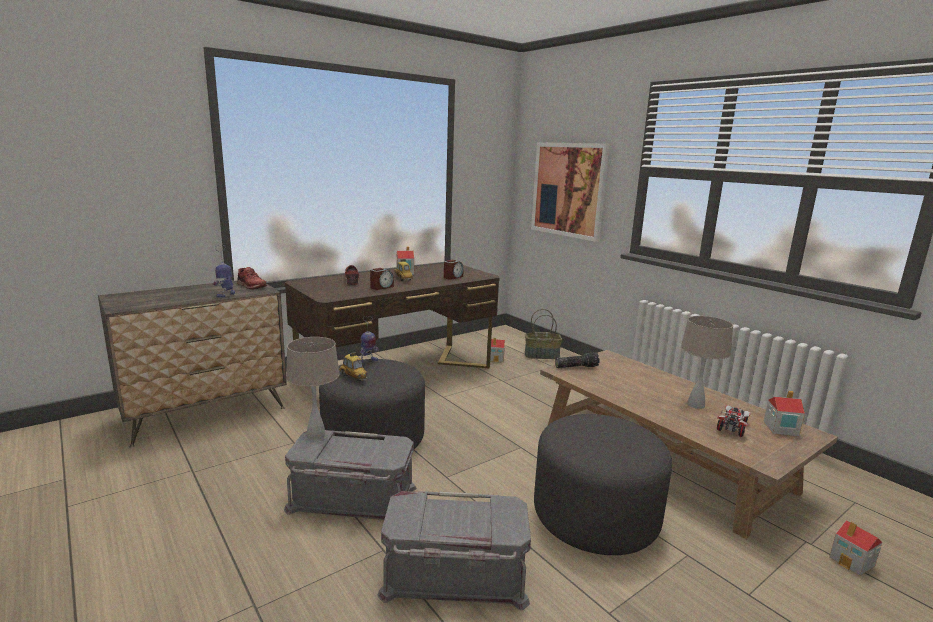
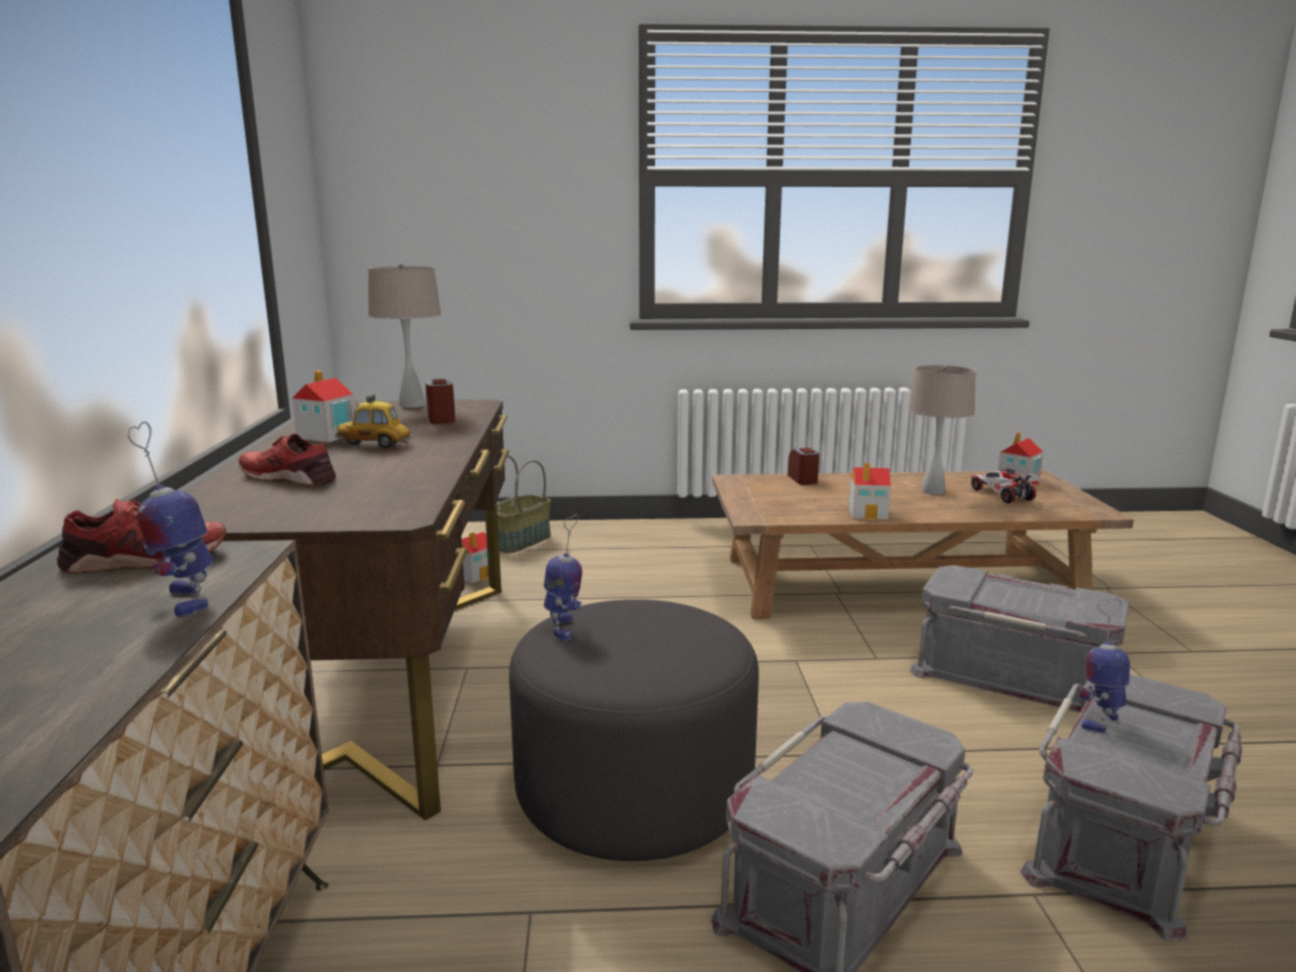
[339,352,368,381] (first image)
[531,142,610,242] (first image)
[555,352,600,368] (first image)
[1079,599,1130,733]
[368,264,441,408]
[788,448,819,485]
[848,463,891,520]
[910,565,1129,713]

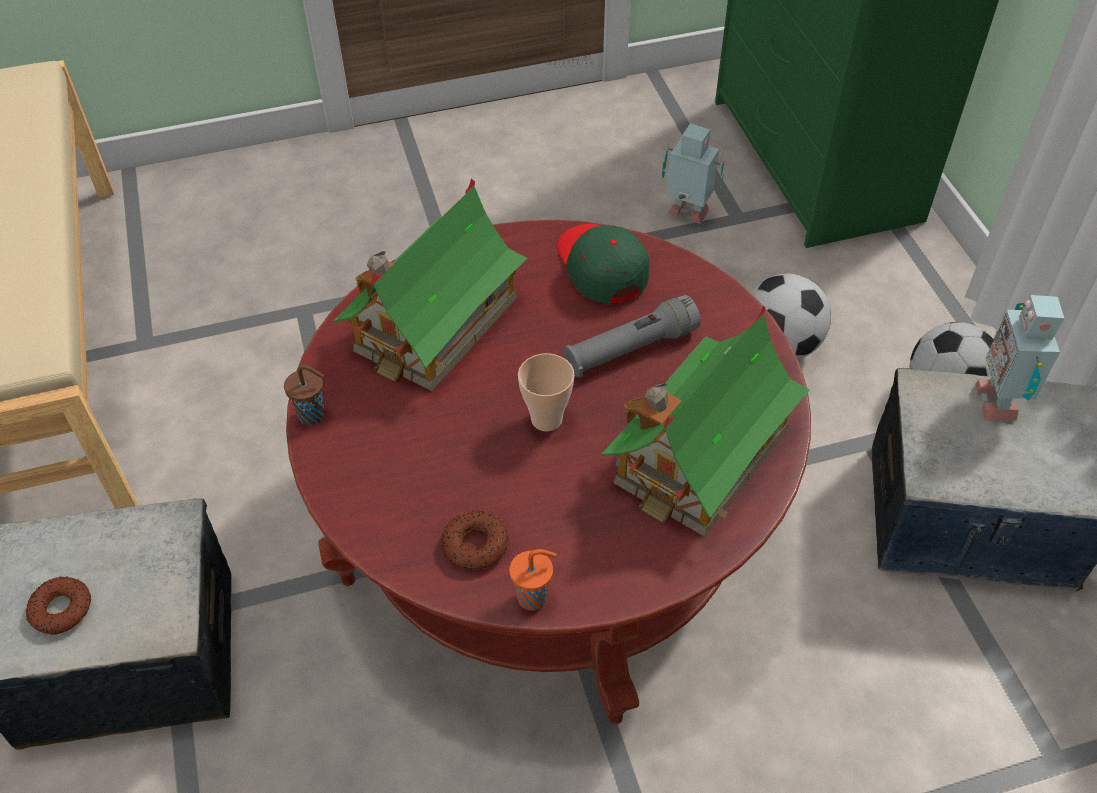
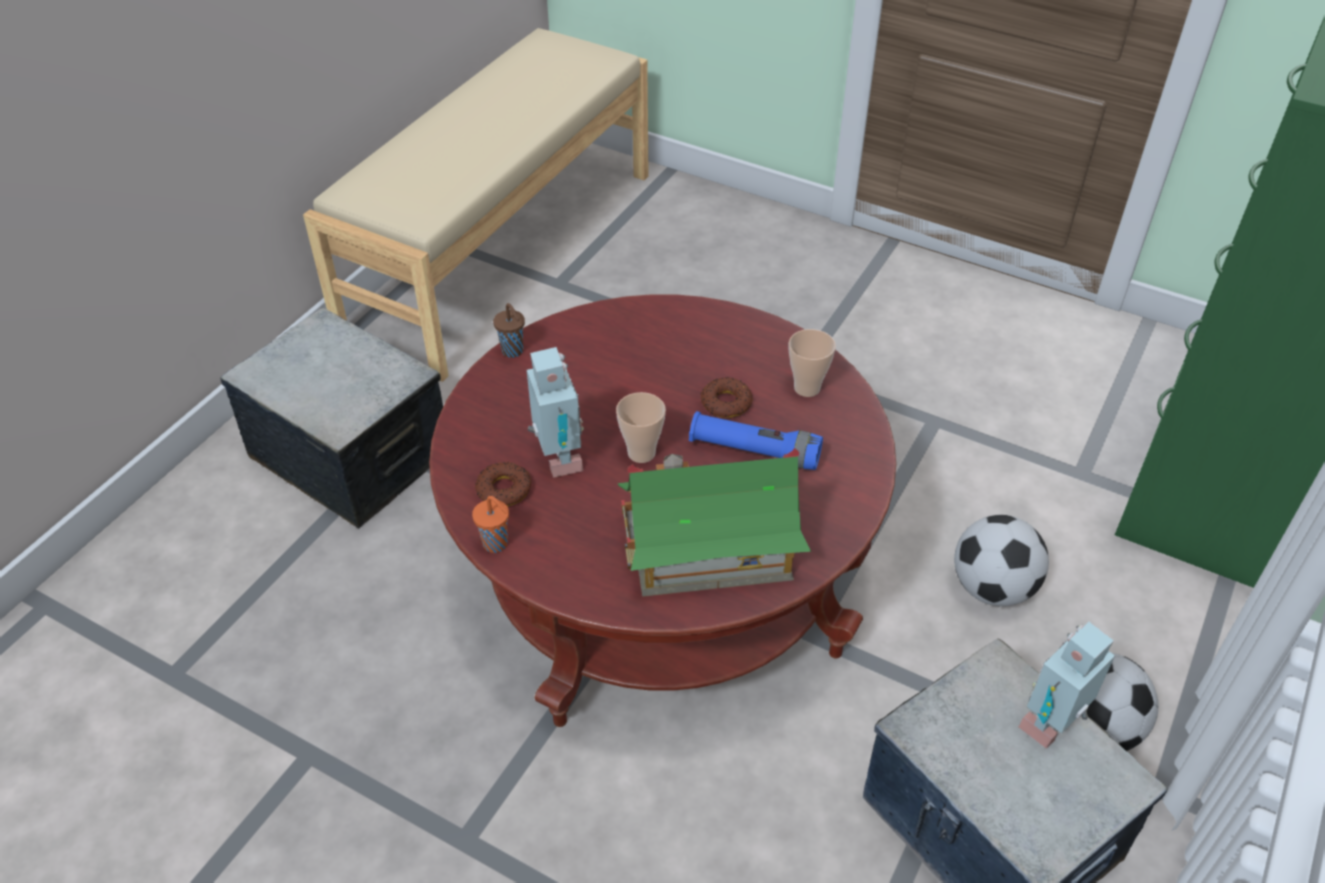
[333,179,527,391] (first image)
[701,377,753,418]
[527,347,584,478]
[789,329,836,397]
[689,411,823,470]

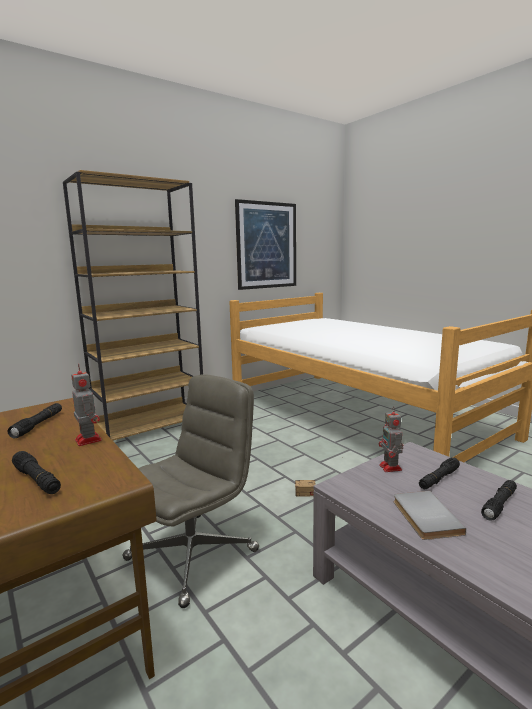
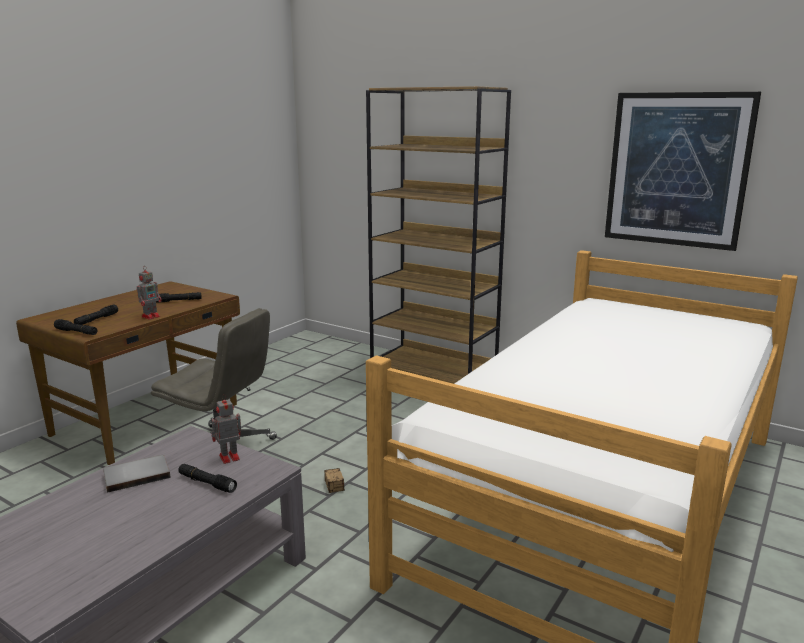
[54,319,98,335]

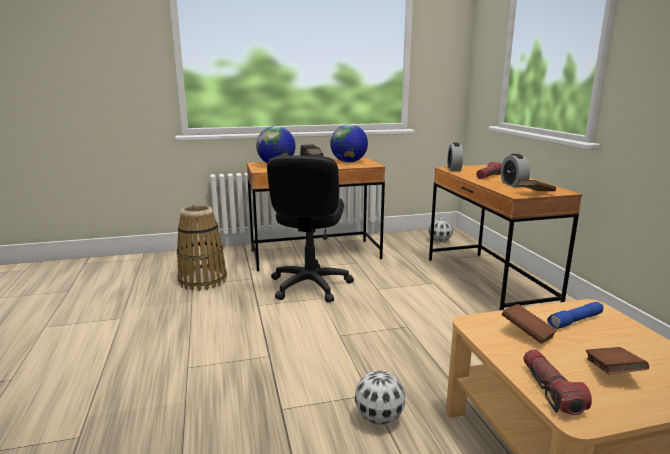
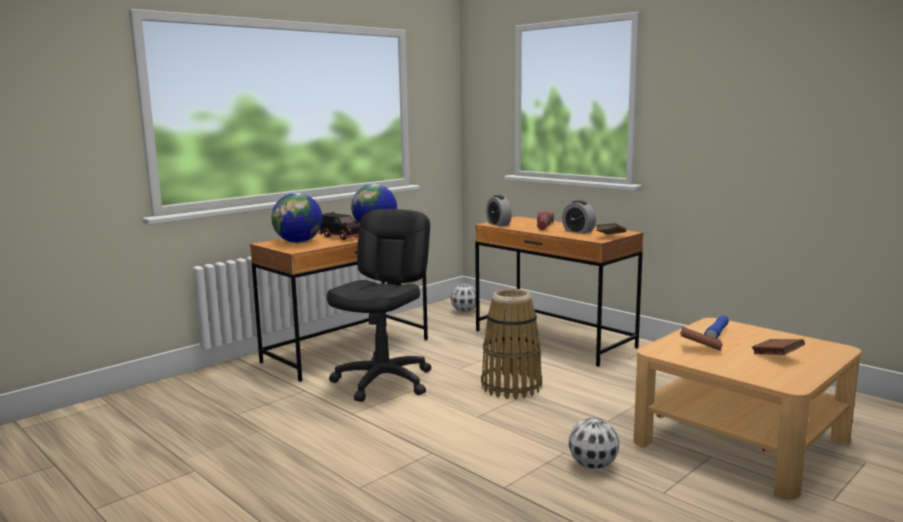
[523,349,592,415] (first image)
[481,289,542,399]
[327,209,431,402]

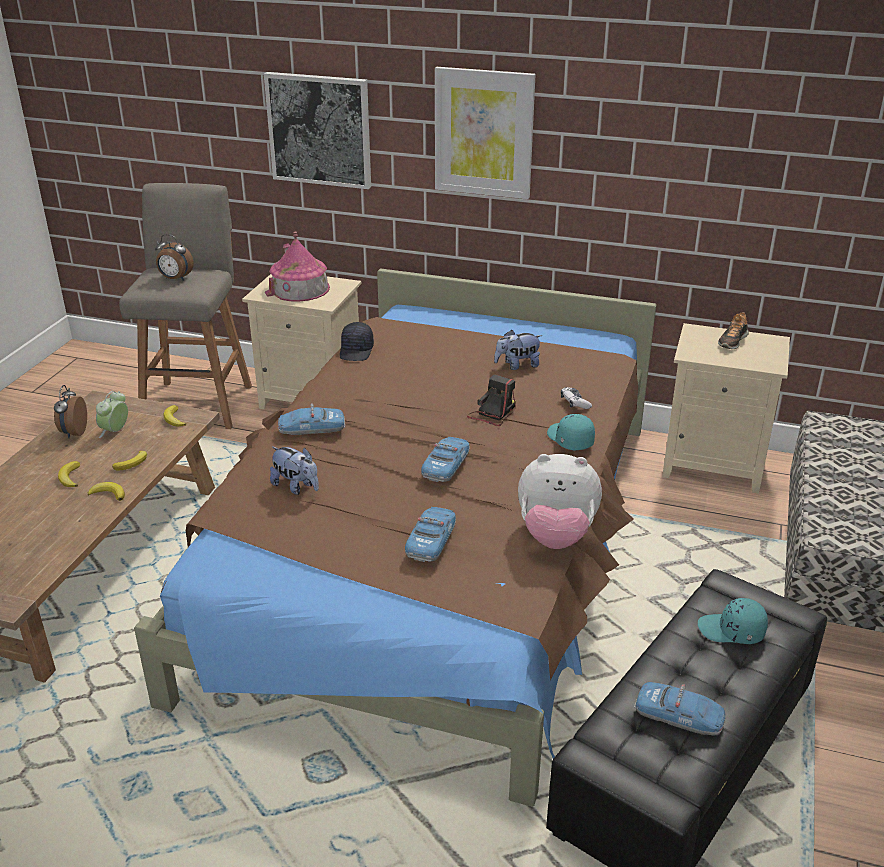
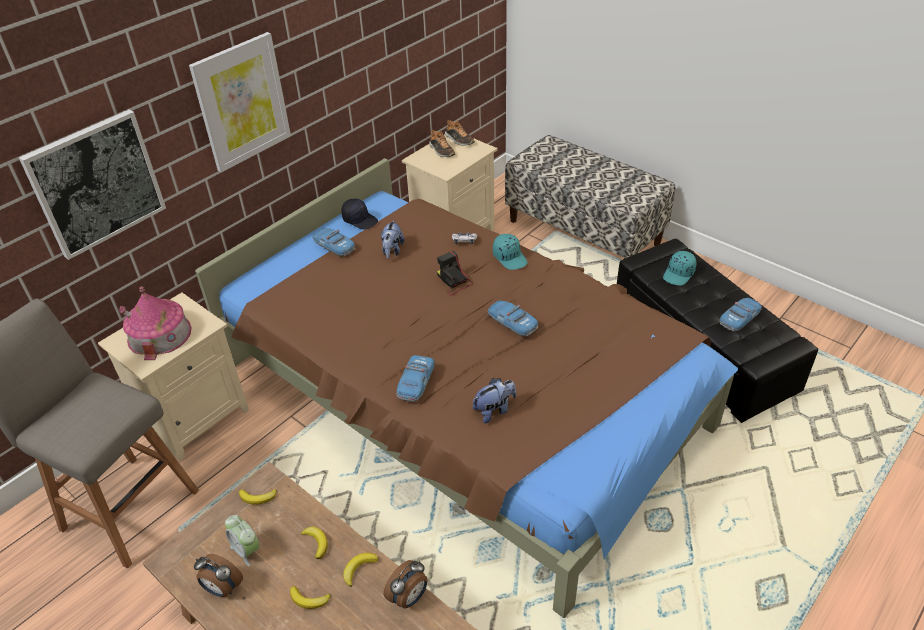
[518,454,602,549] (first image)
[445,120,475,145]
[384,560,427,608]
[341,199,378,229]
[313,228,355,257]
[493,234,528,270]

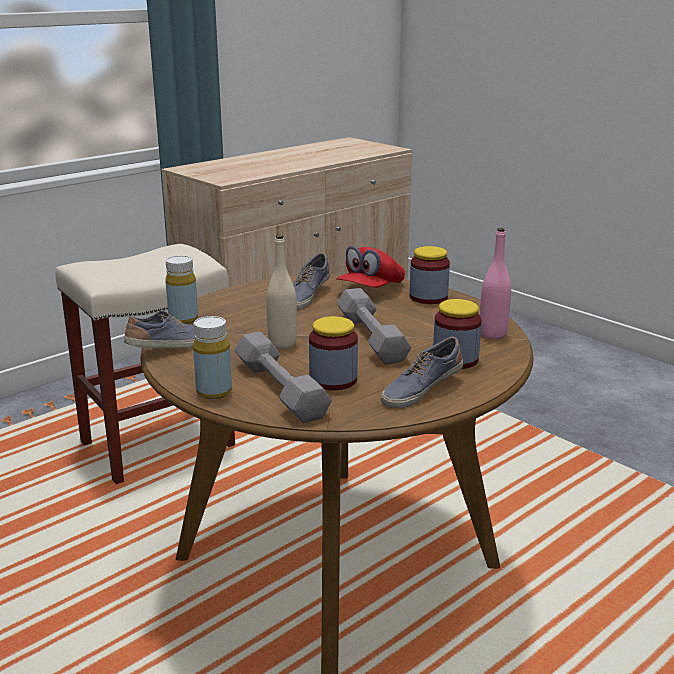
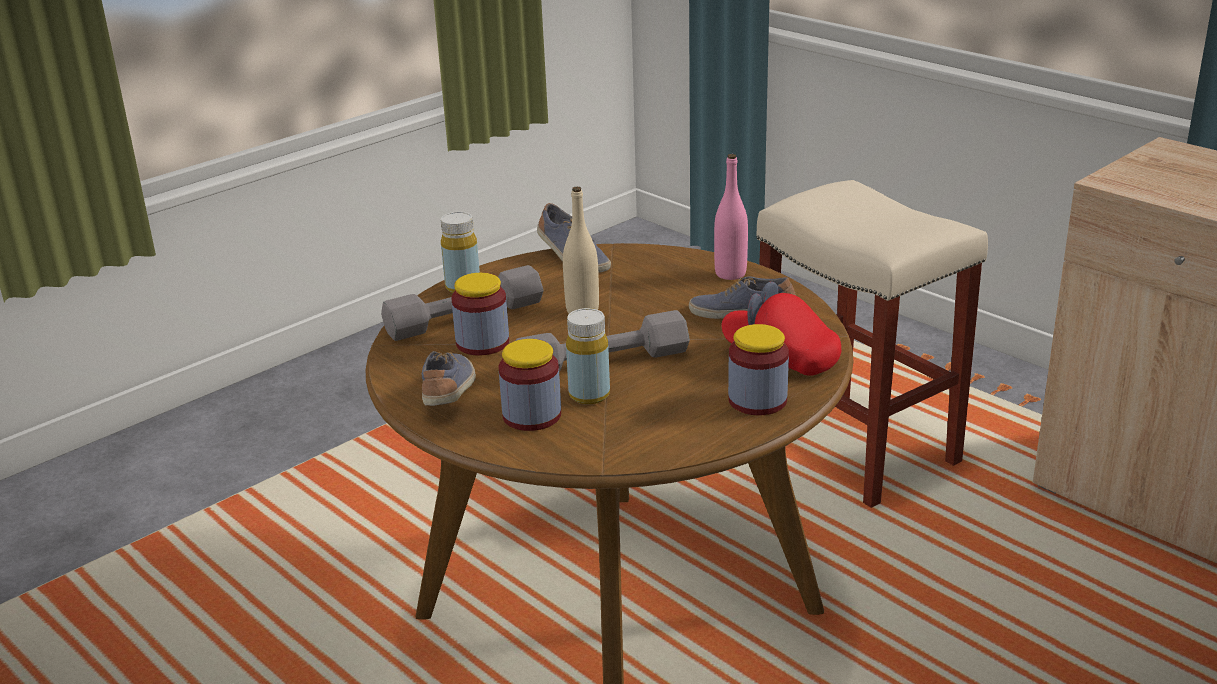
[566,308,610,404]
[714,154,748,280]
[422,351,476,406]

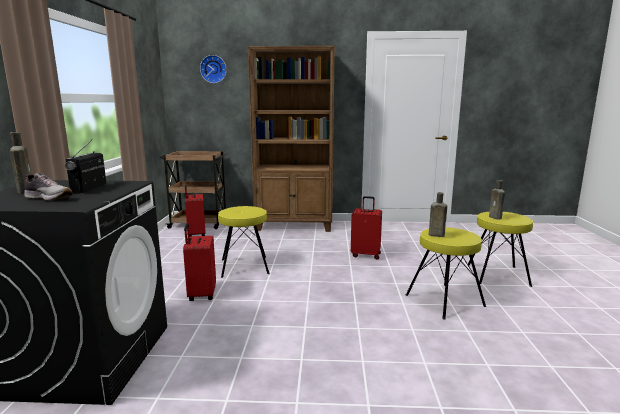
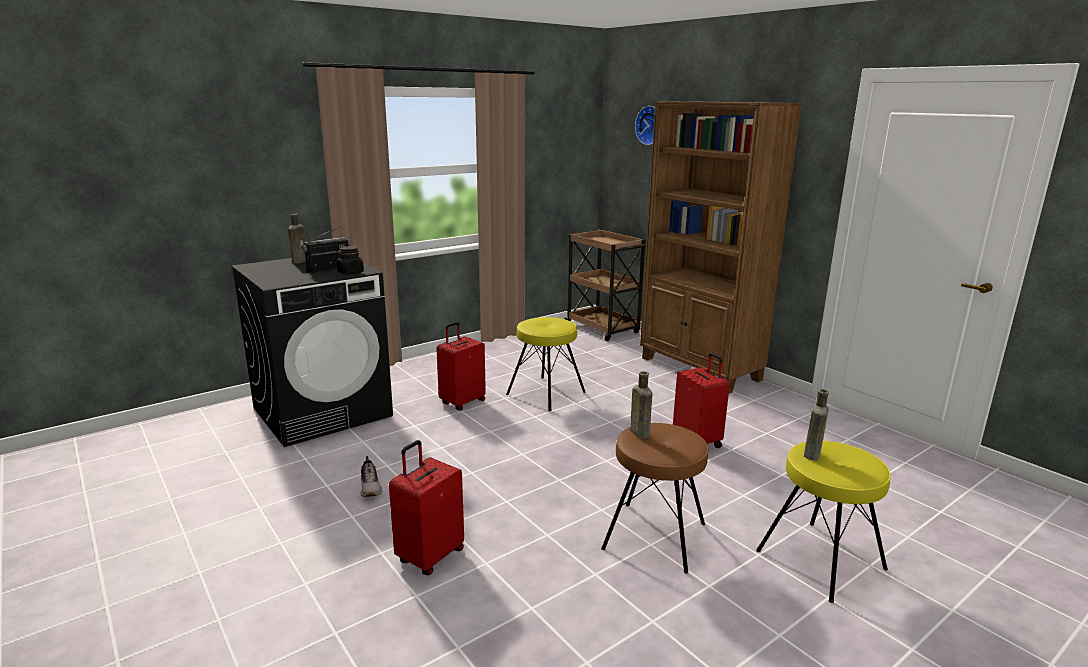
[337,246,364,274]
[361,456,382,497]
[389,440,464,575]
[601,423,709,574]

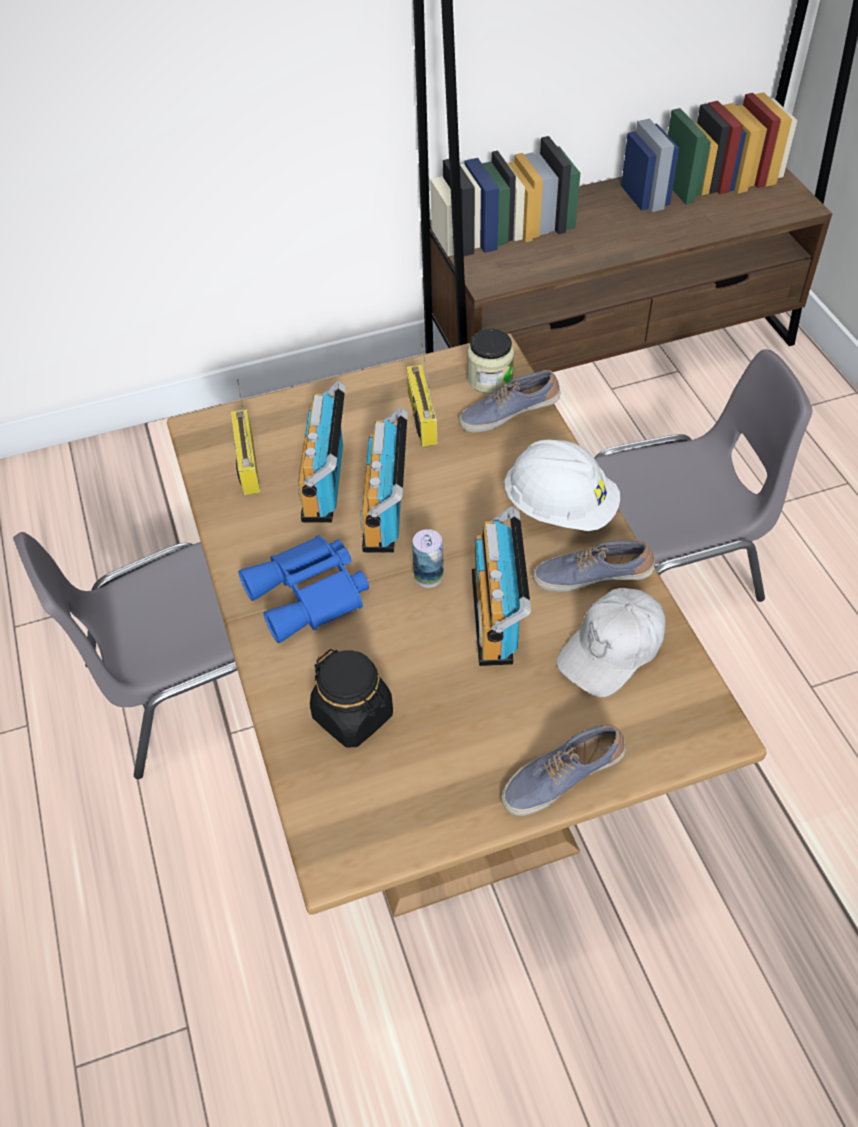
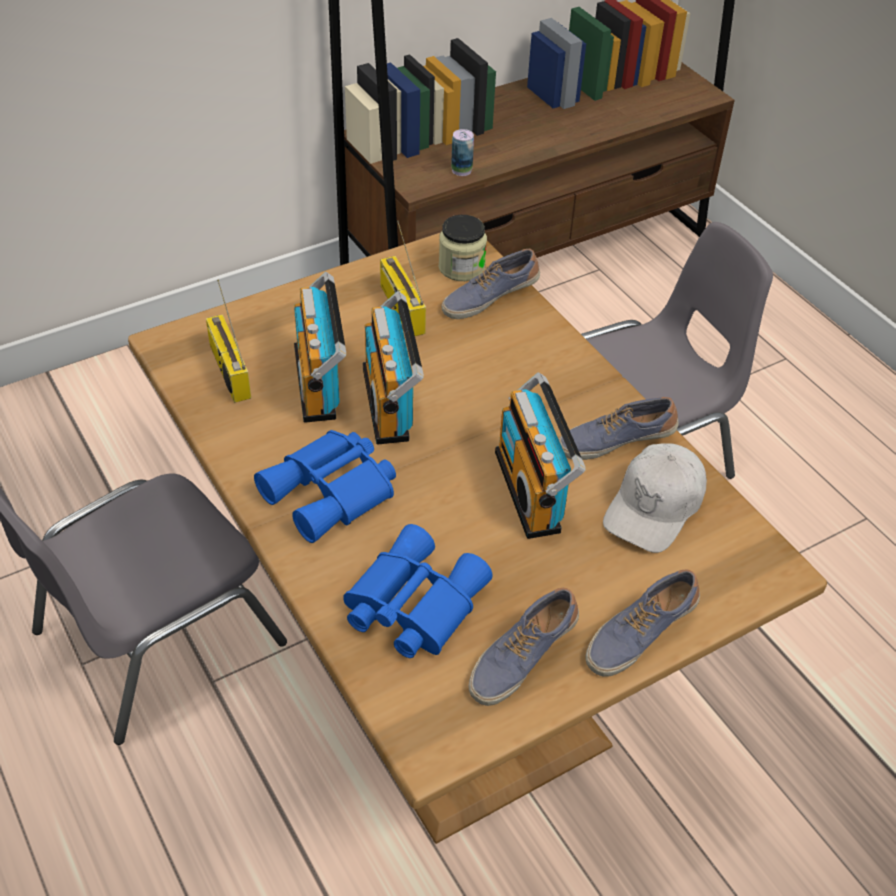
[504,440,620,531] (first image)
[469,588,579,706]
[451,129,474,176]
[343,524,493,658]

